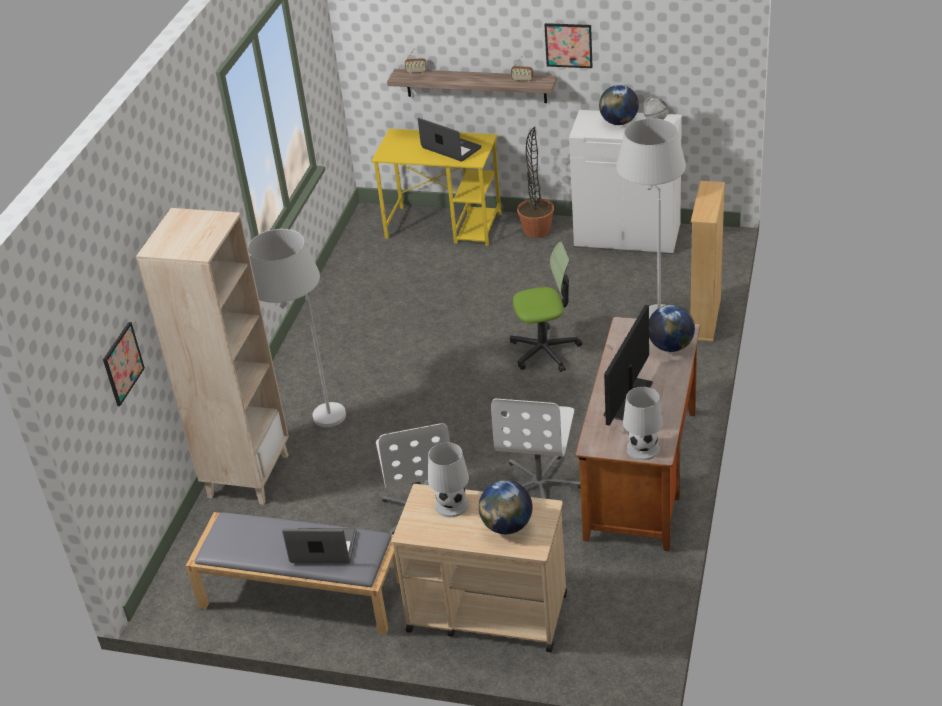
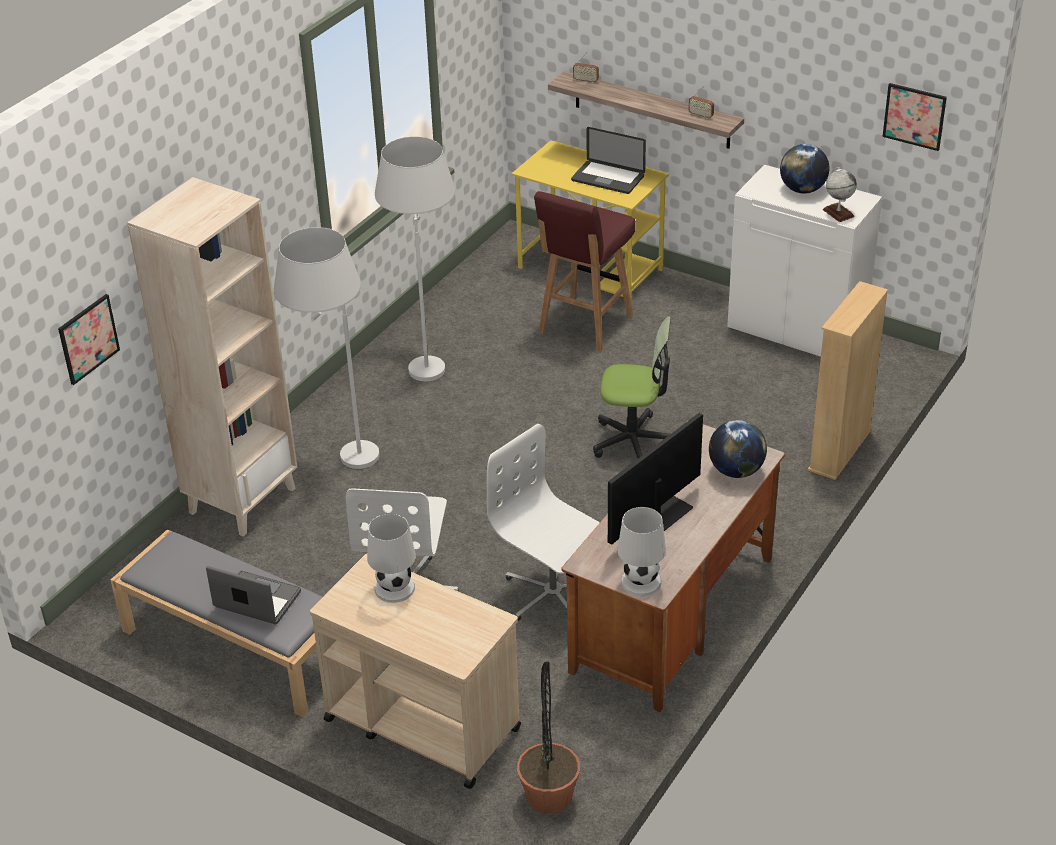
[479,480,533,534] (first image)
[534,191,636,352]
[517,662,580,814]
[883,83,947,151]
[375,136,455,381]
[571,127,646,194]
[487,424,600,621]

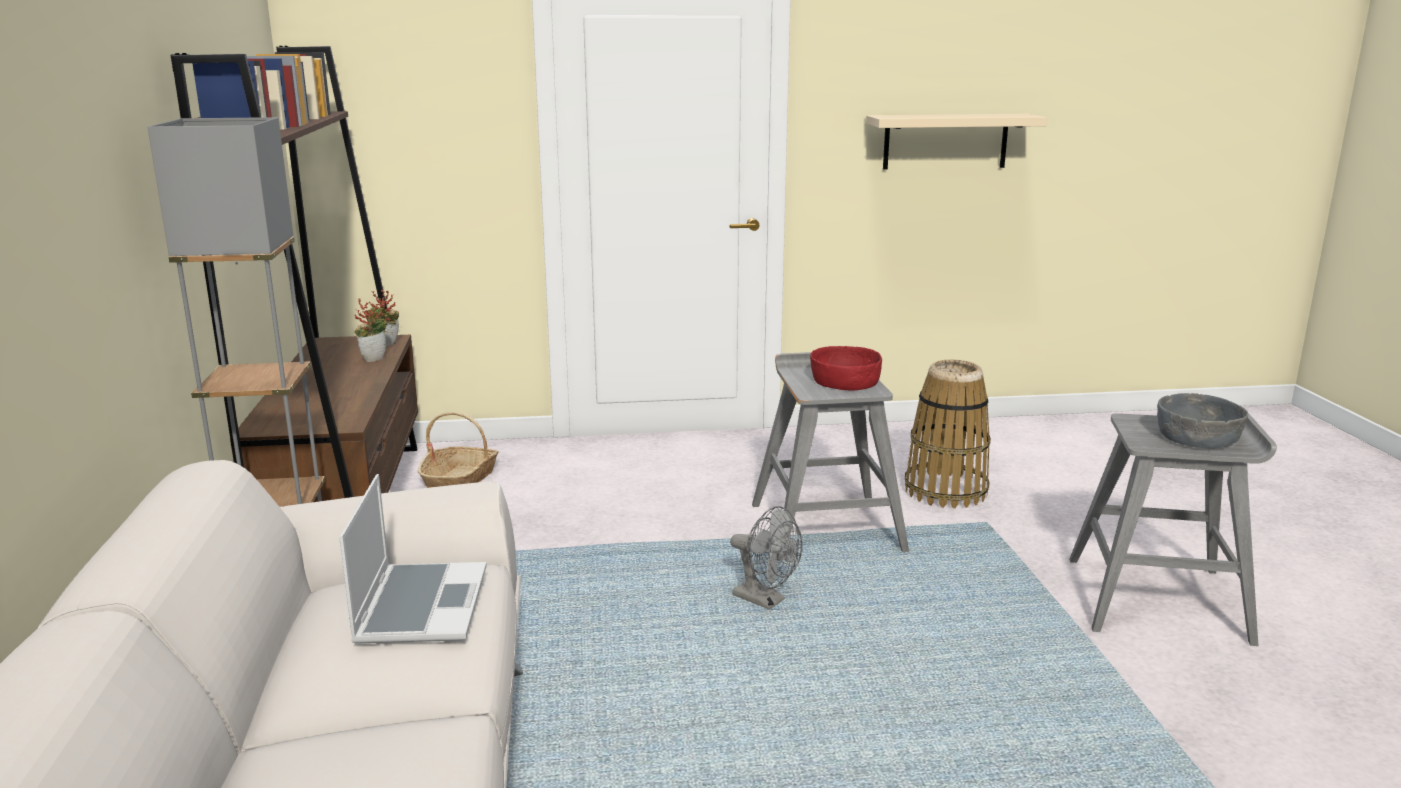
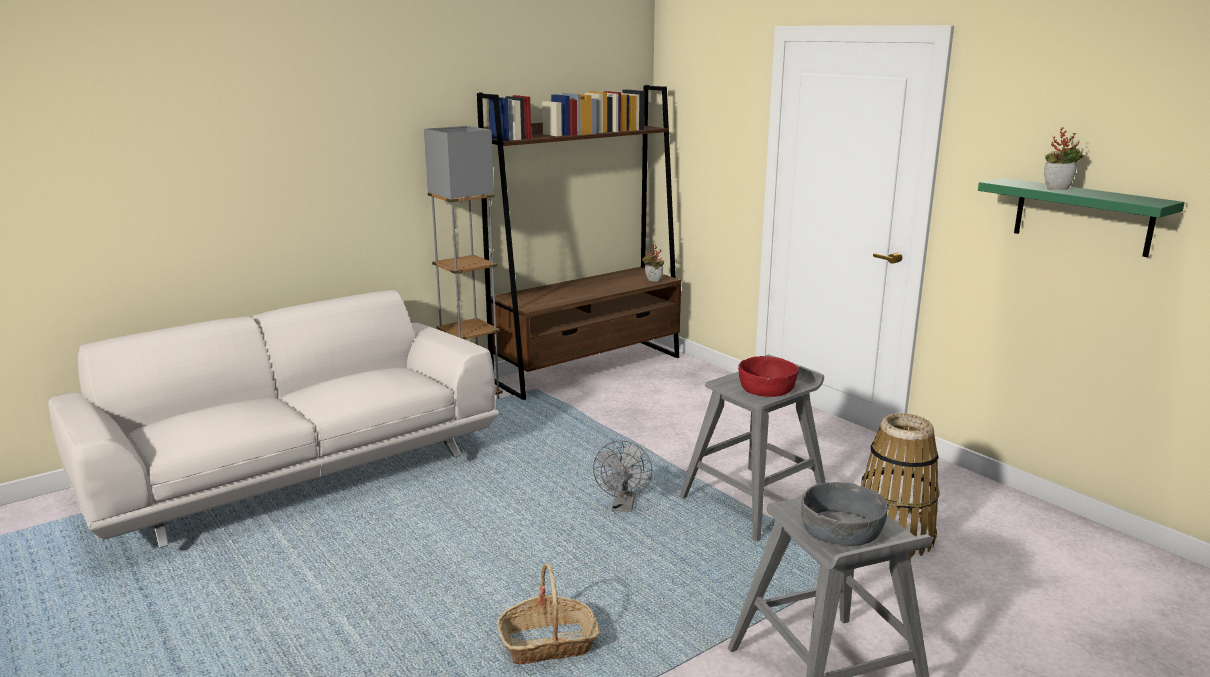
[339,474,487,644] (first image)
[1044,128,1083,190]
[497,563,600,664]
[978,178,1185,257]

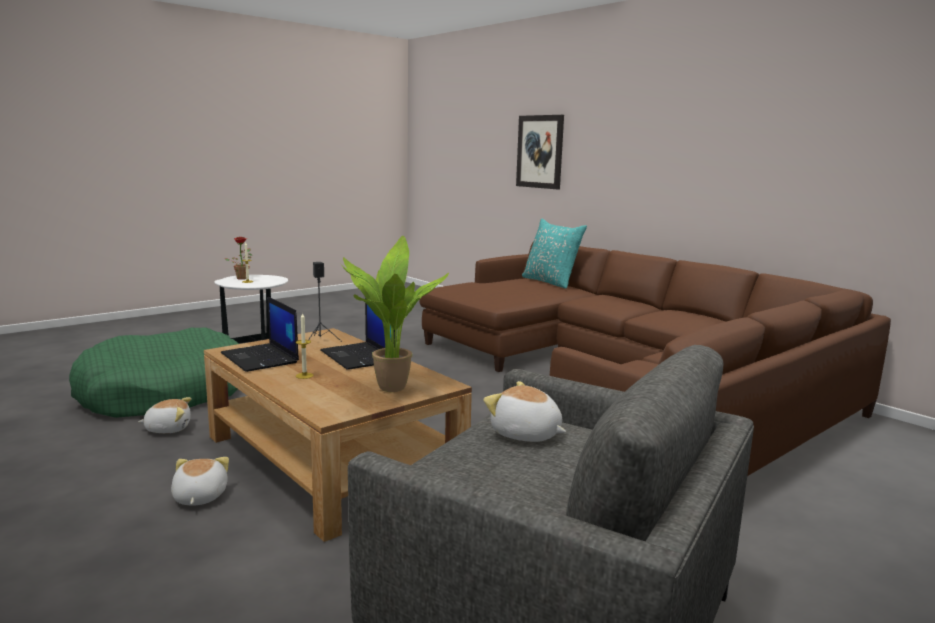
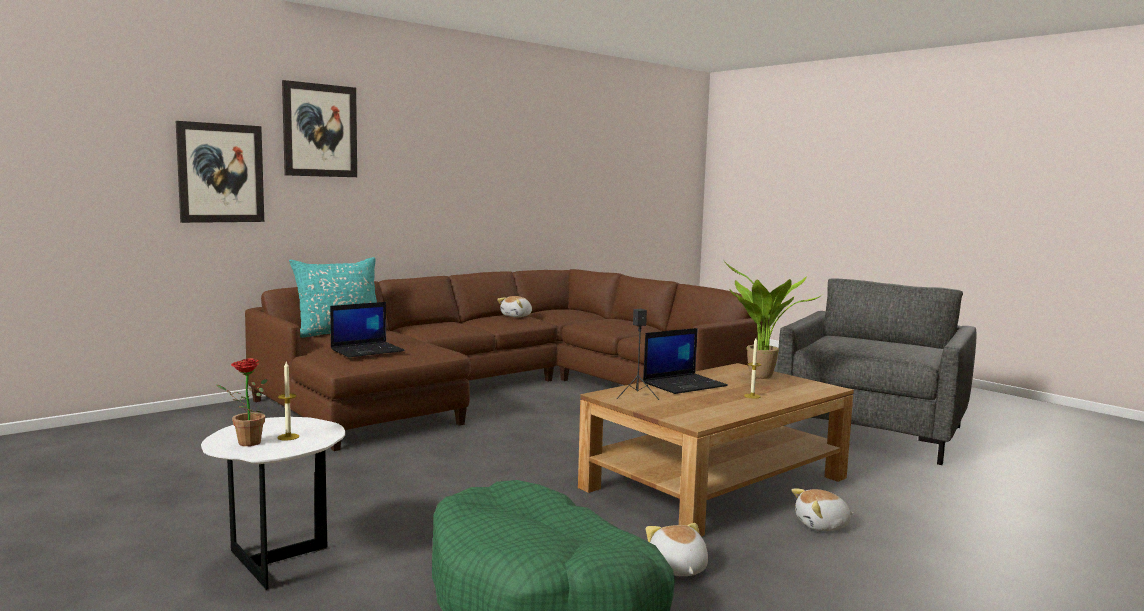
[282,80,357,177]
[330,302,405,357]
[497,296,532,317]

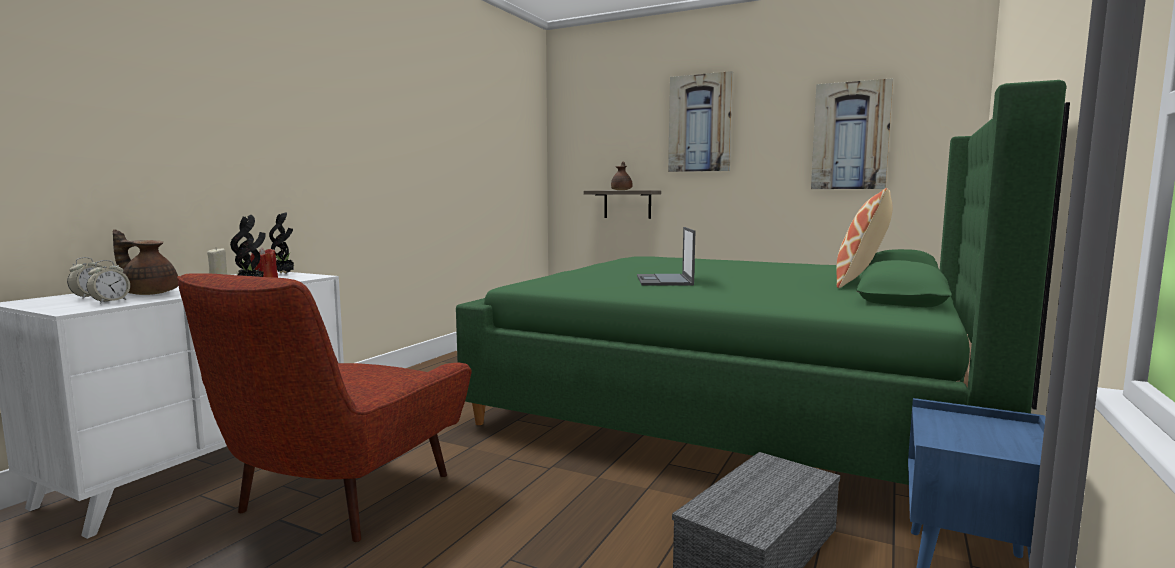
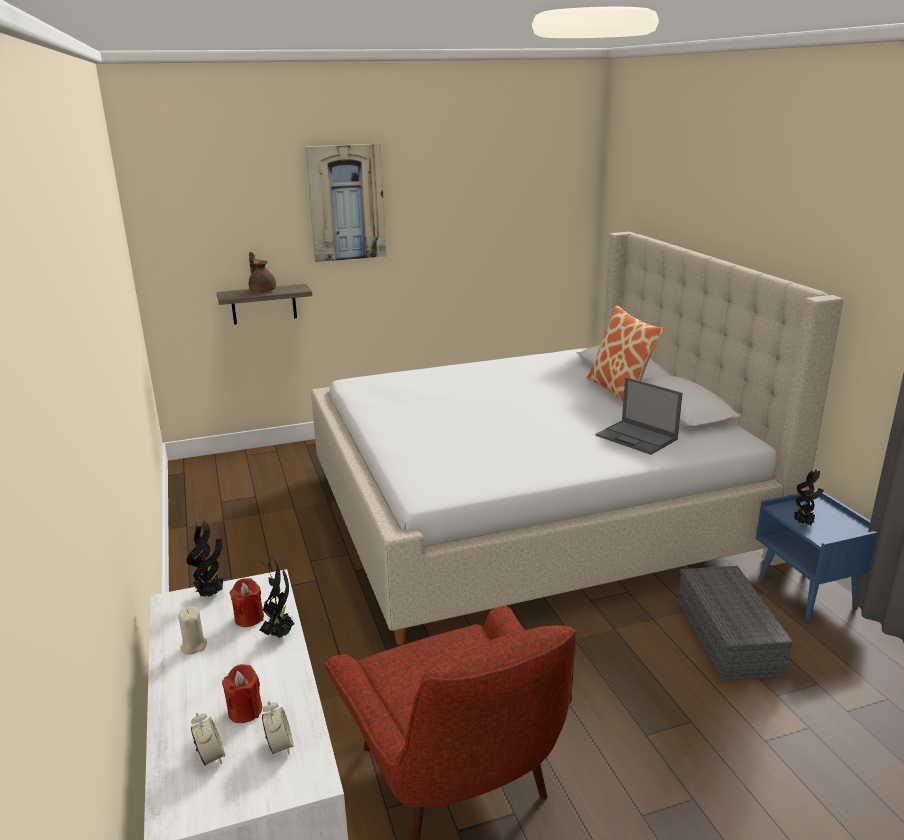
[811,78,893,189] (first image)
[794,469,824,525]
[595,377,683,455]
[222,664,262,723]
[311,232,843,645]

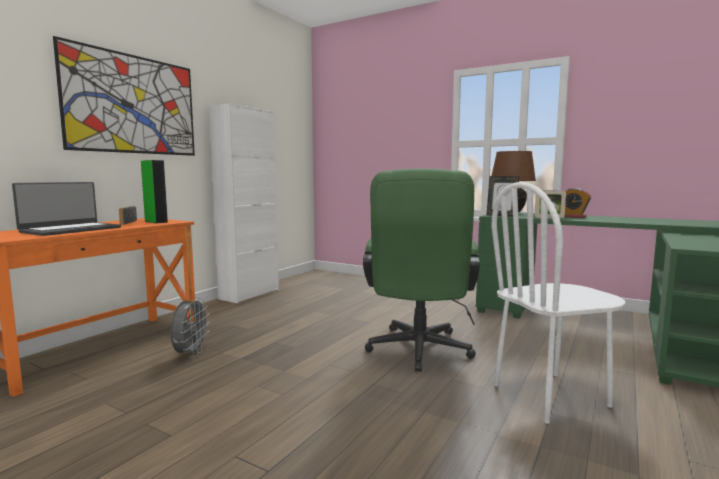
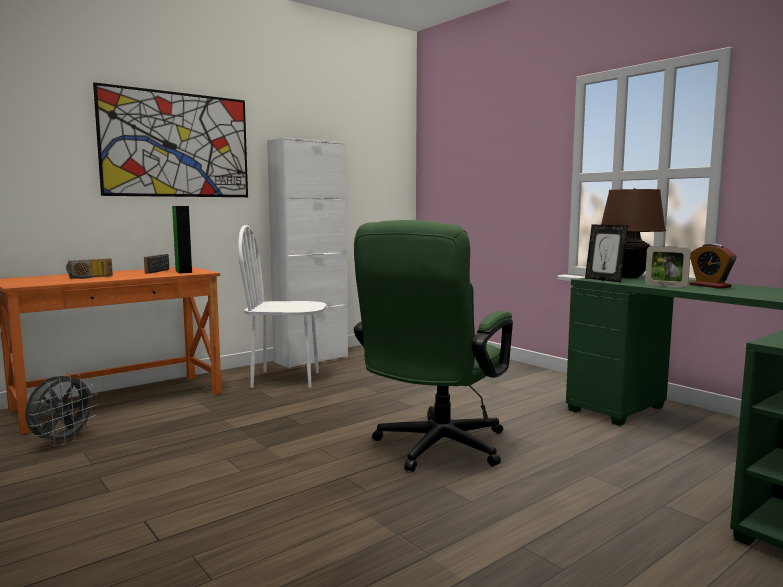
[25,373,98,446]
[238,225,326,388]
[66,258,113,279]

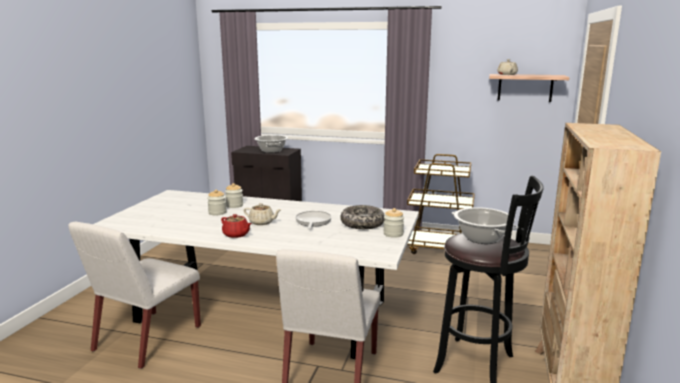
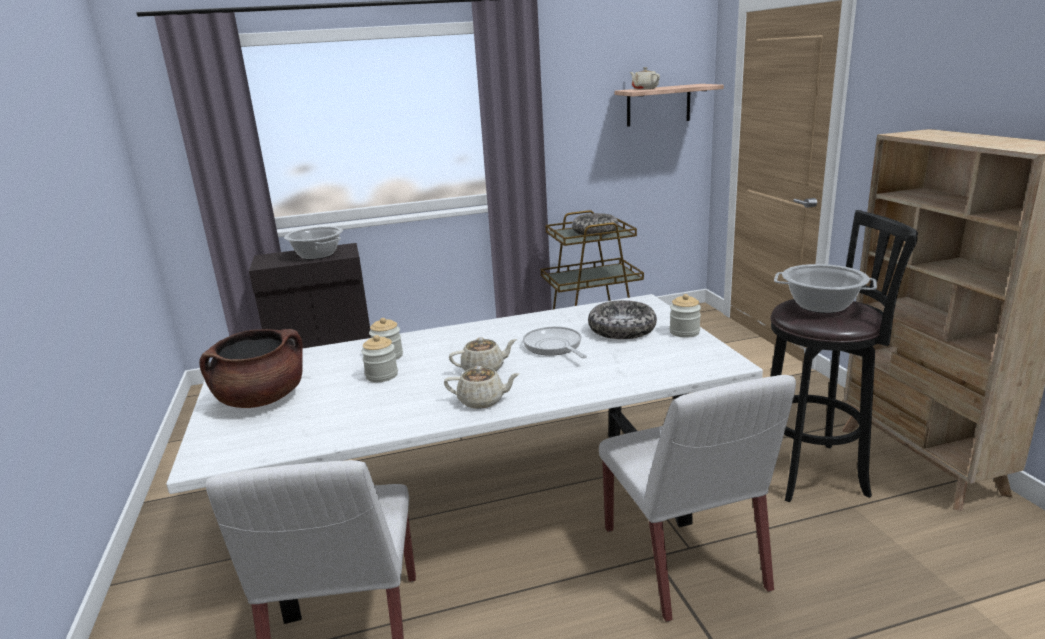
[199,329,303,408]
[572,213,618,236]
[444,366,519,409]

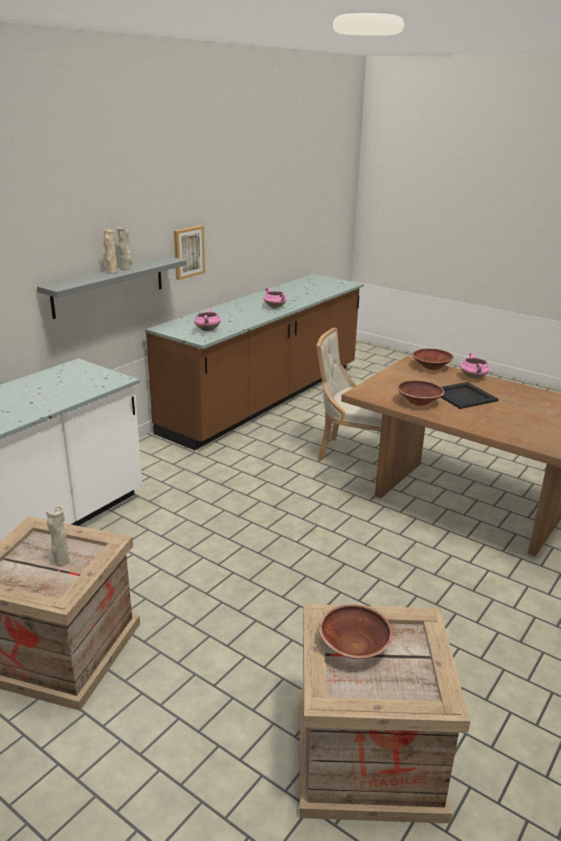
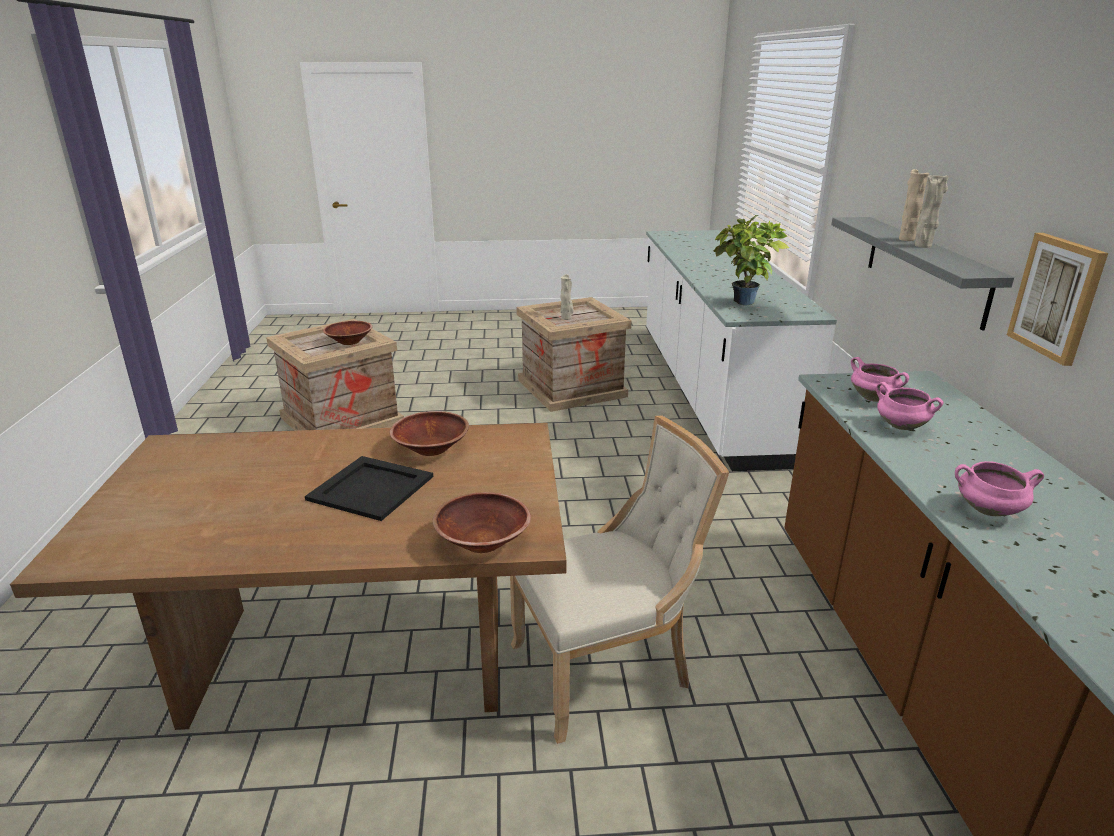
[714,215,789,306]
[876,382,943,430]

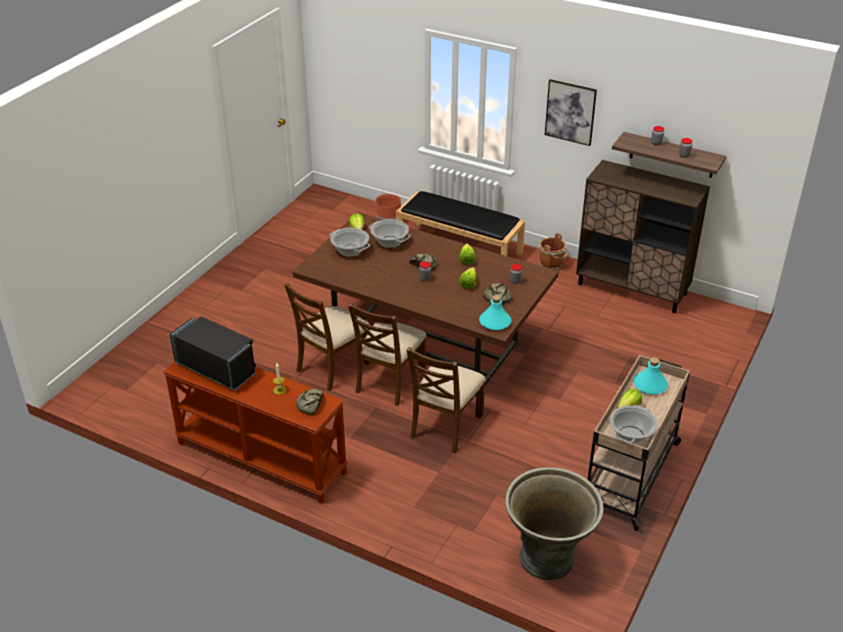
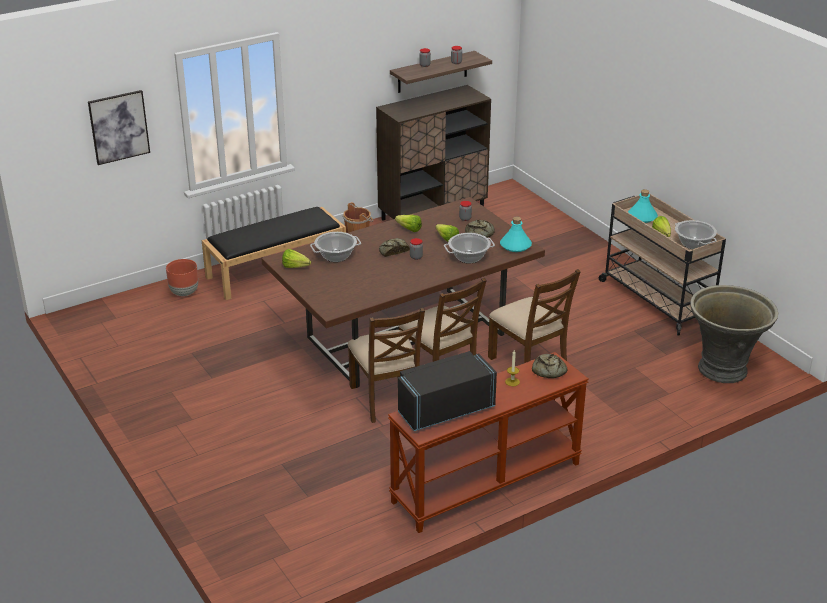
[444,233,495,263]
[88,90,150,165]

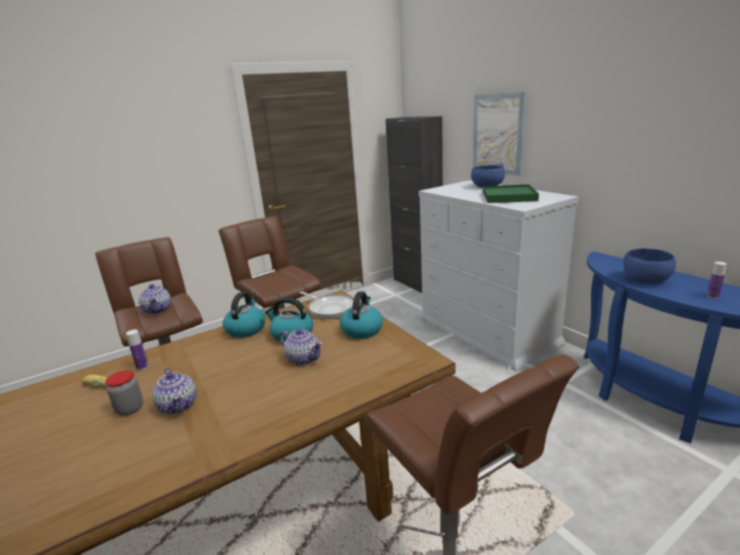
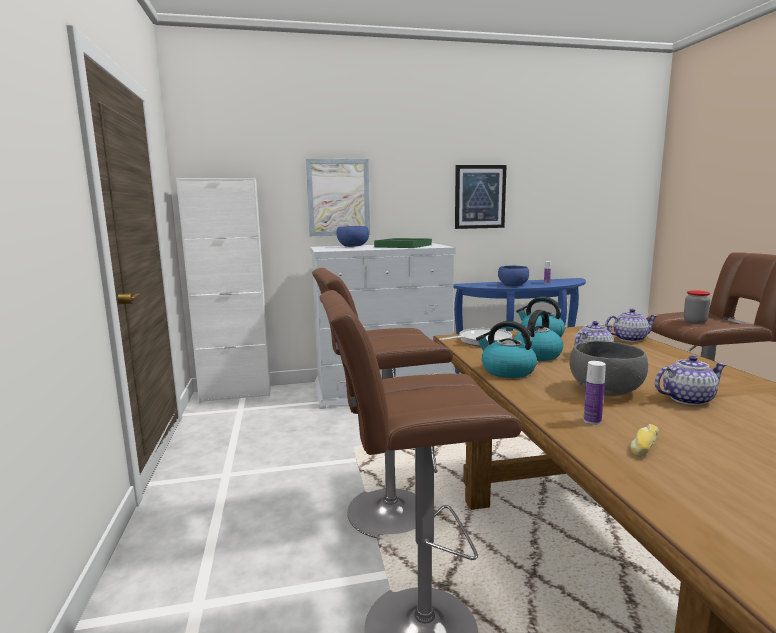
[455,165,507,229]
[569,341,648,396]
[683,290,710,324]
[605,309,657,342]
[176,178,271,403]

